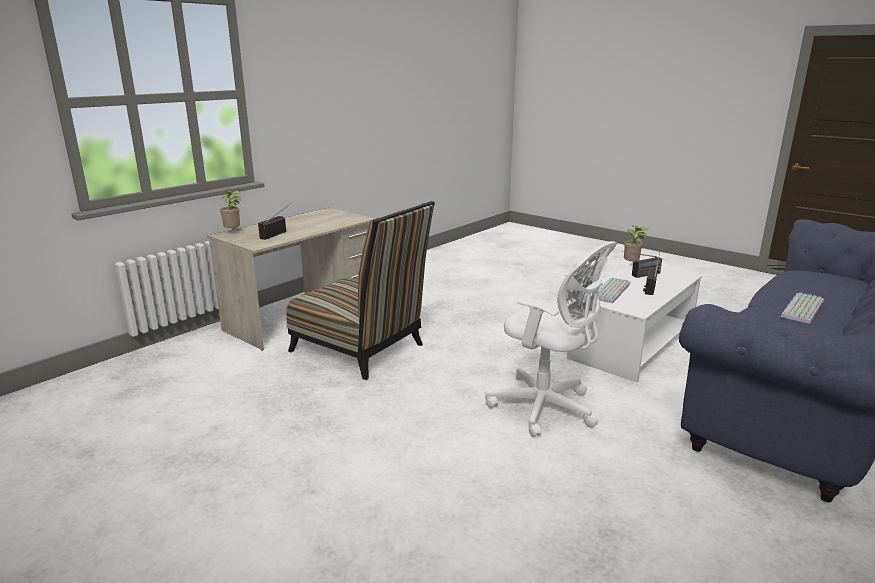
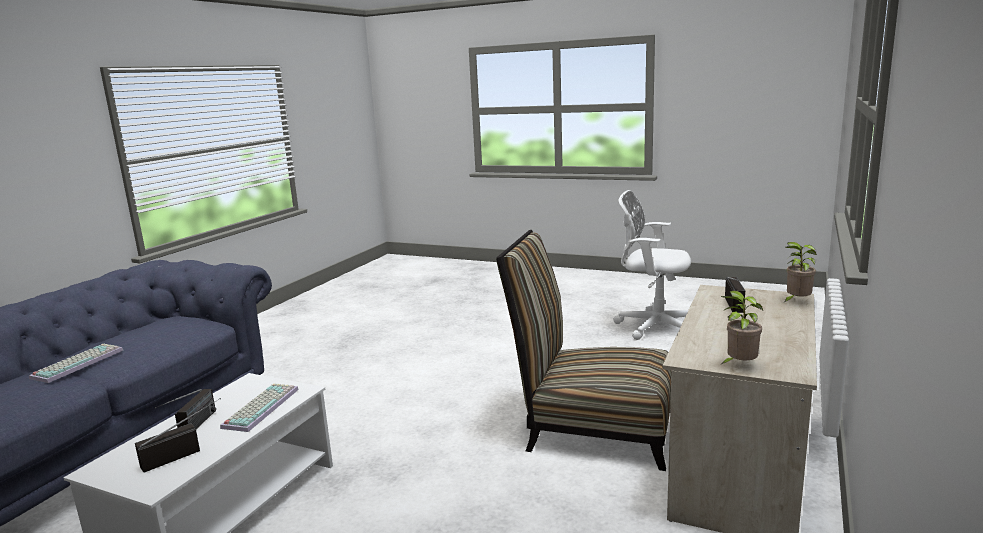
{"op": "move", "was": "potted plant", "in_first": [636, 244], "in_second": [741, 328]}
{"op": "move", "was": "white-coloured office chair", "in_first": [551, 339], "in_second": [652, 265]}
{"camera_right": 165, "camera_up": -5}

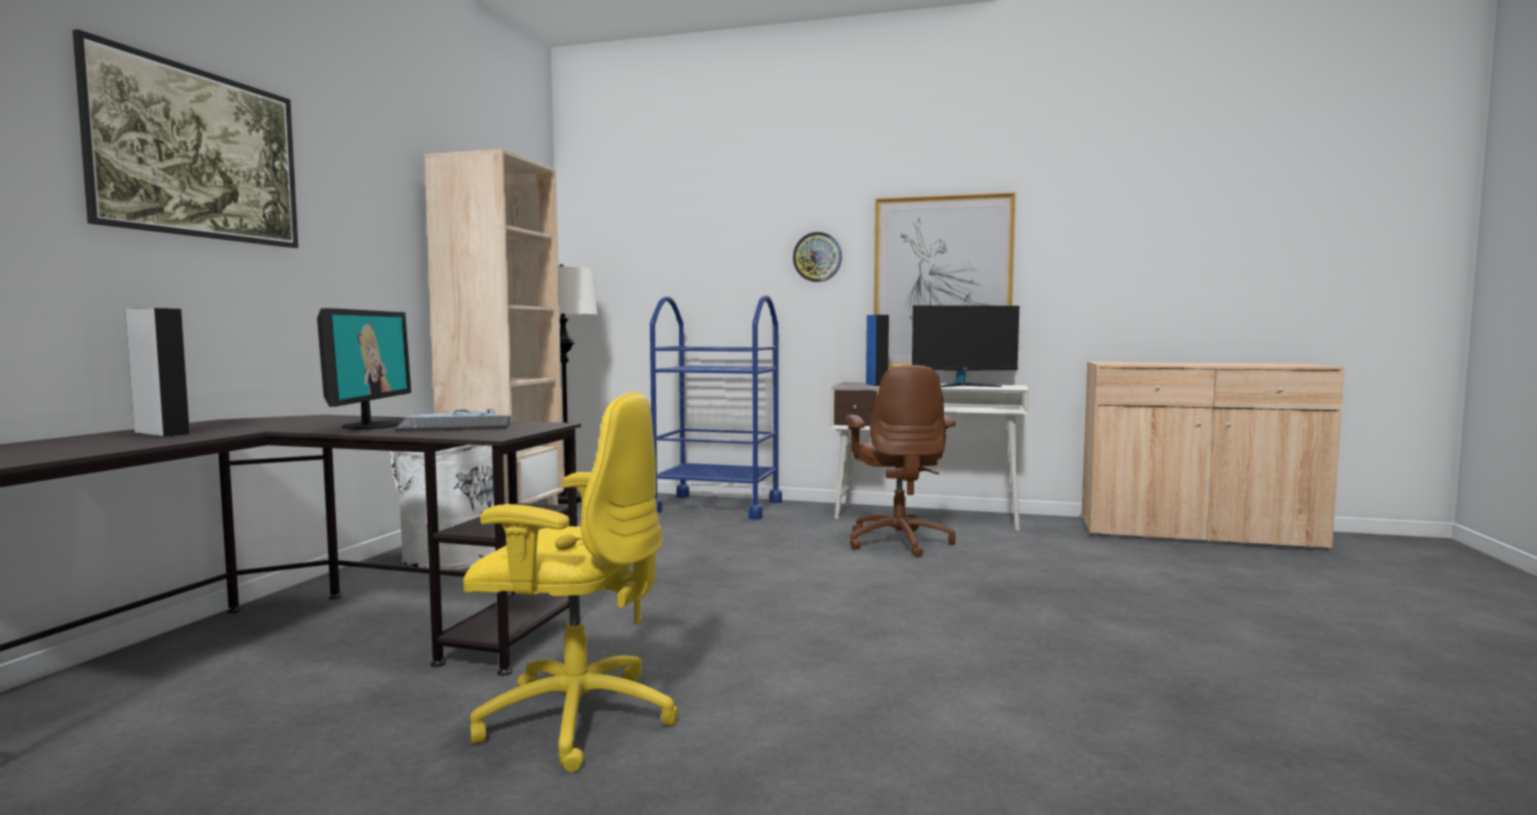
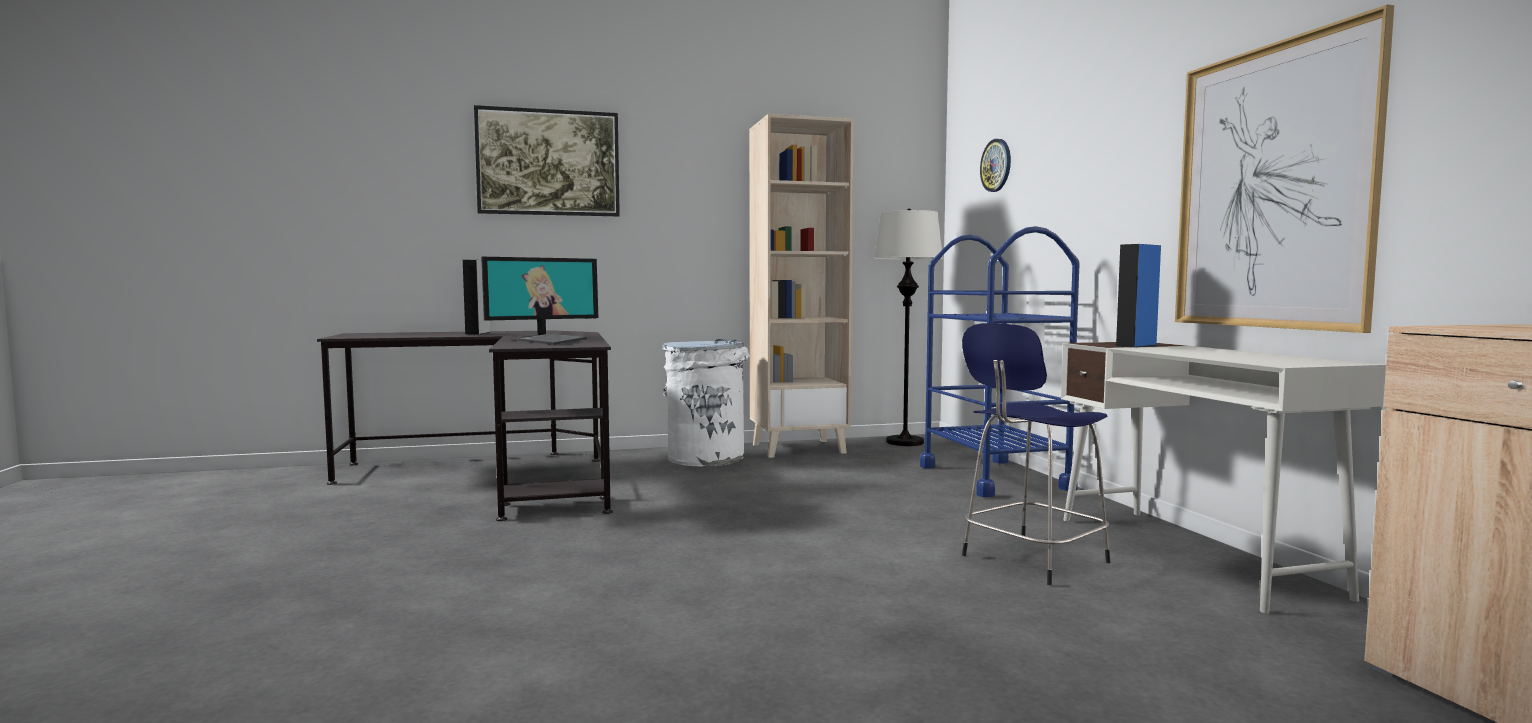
{"op": "move", "was": "hanging clock", "in_first": [817, 257], "in_second": [995, 165]}
{"op": "delete", "was": "monitor", "in_first": [965, 346]}
{"op": "replace", "was": "brownish office chair", "now": "blue-coloured stool seat", "in_first": [900, 461], "in_second": [1036, 454]}
{"op": "delete", "was": "yellow-coloured office chair", "in_first": [571, 582]}
{"camera_right": 60, "camera_up": 0}

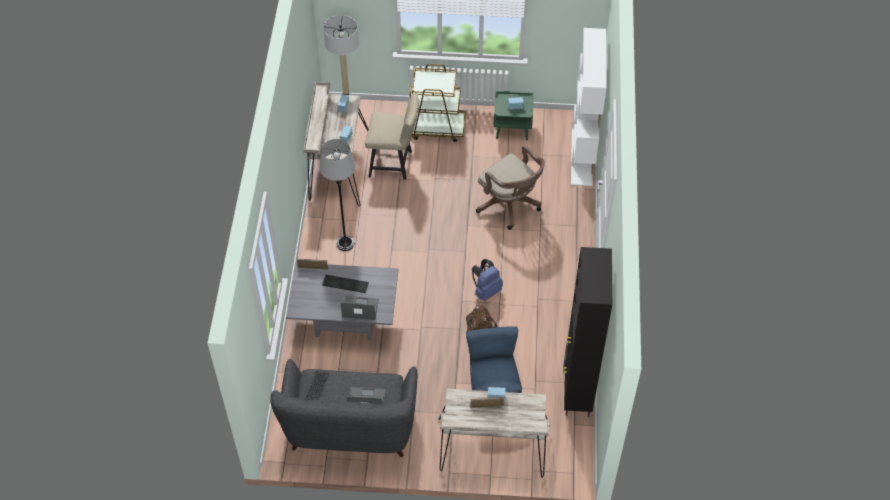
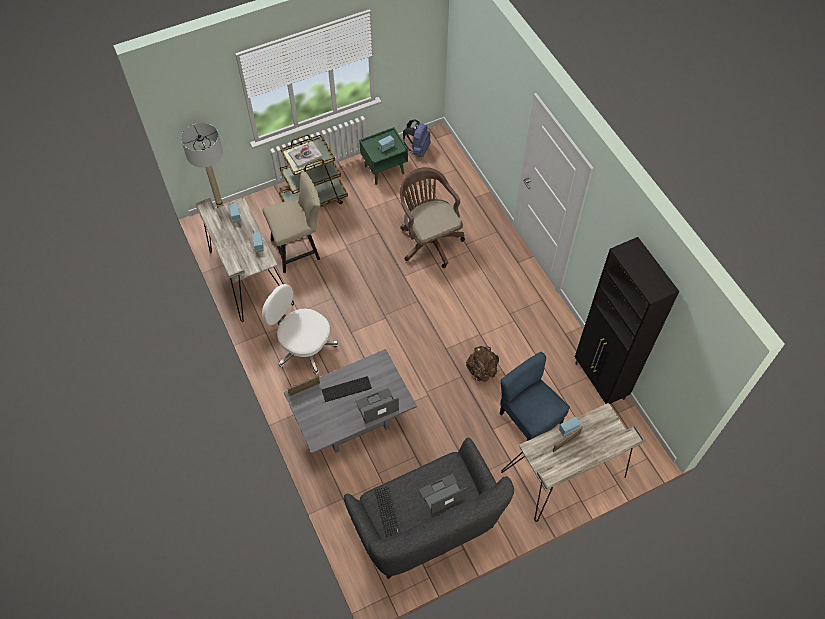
{"op": "delete", "was": "white-coloured shelving unit", "in_first": [589, 107]}
{"op": "replace", "was": "gray standing lamp", "now": "white-coloured office chair", "in_first": [337, 195], "in_second": [300, 329]}
{"op": "rotate", "was": "brownish office chair", "in_first": [510, 187], "in_second": [432, 217], "clockwise": -135}
{"op": "move", "was": "blue-coloured knapsack", "in_first": [487, 280], "in_second": [417, 138]}
{"op": "insert", "now": "volume", "in_second": [305, 155]}
{"camera_right": -30, "camera_up": 5}

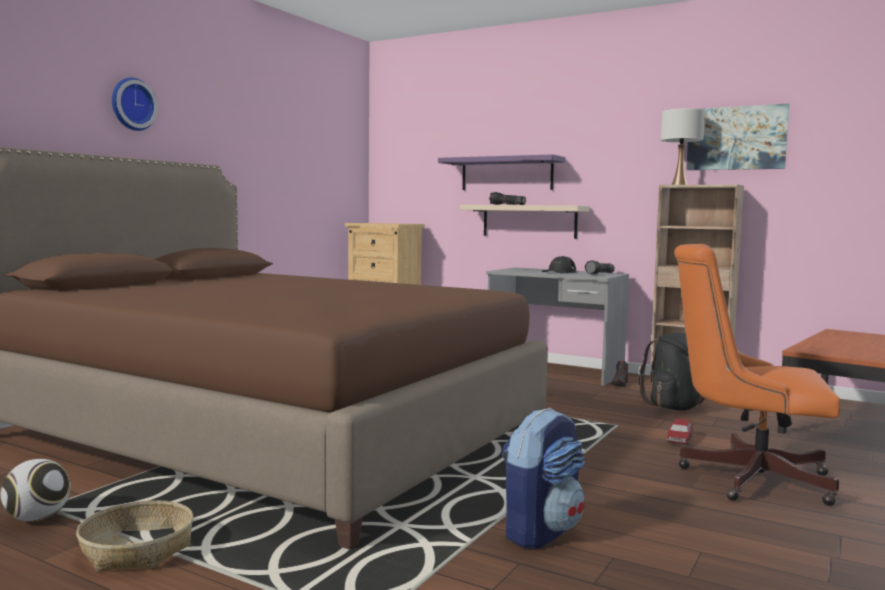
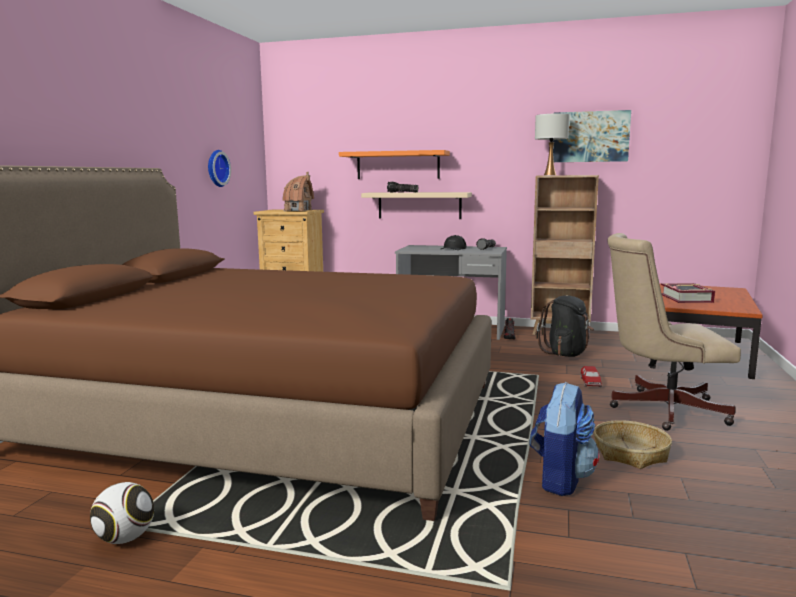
{"op": "move", "was": "hanging clock", "in_first": [135, 104], "in_second": [219, 168]}
{"op": "recolor", "was": "purplish shelf", "now": "orangey shelf", "in_first": [501, 172], "in_second": [394, 164]}
{"op": "recolor", "was": "orangey office chair", "now": "beige office chair", "in_first": [757, 375], "in_second": [674, 332]}
{"op": "move", "was": "storage basket", "in_first": [135, 536], "in_second": [633, 444]}
{"op": "insert", "now": "miniature house", "in_second": [298, 191]}
{"op": "insert", "now": "volume", "in_second": [688, 293]}
{"camera_right": -15, "camera_up": 5}

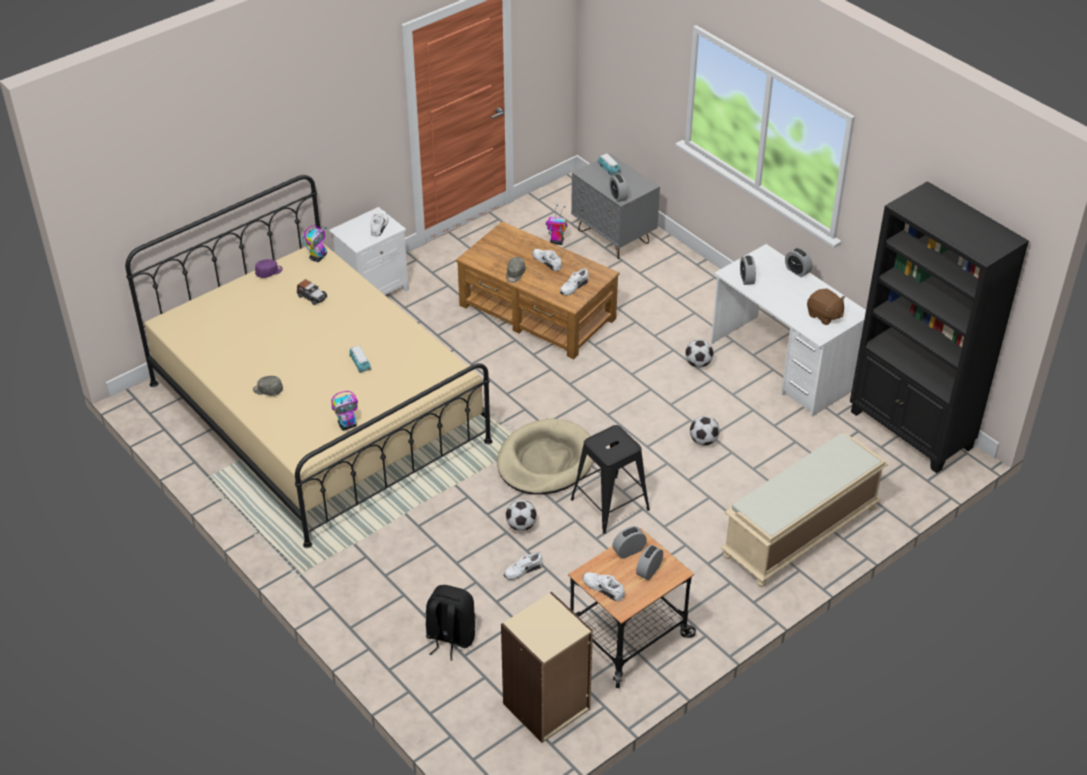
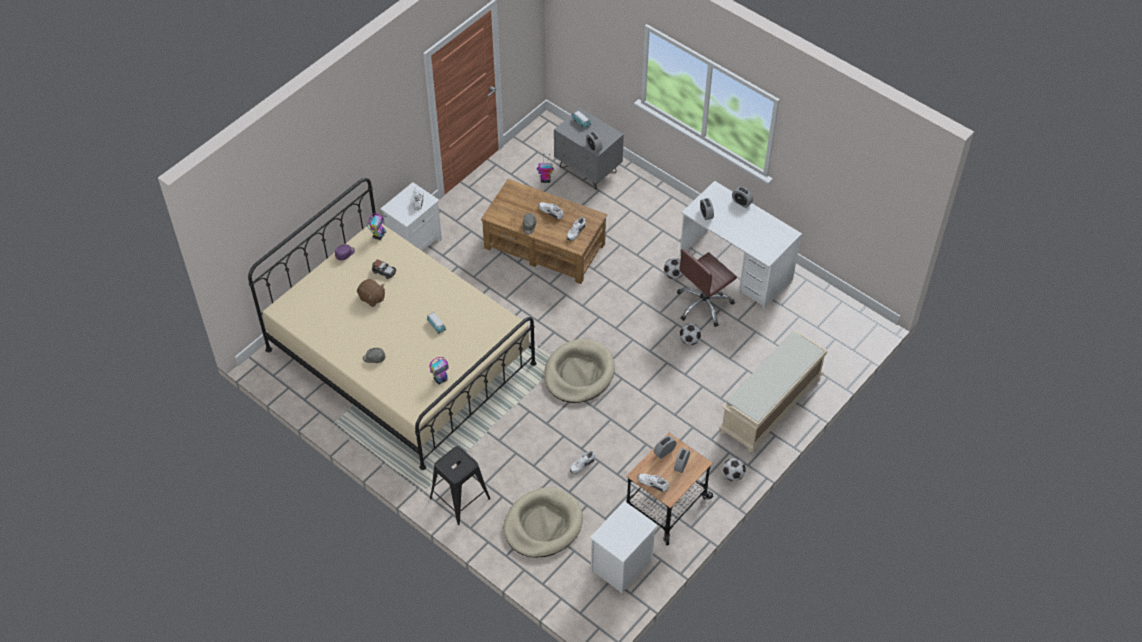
{"op": "delete", "was": "blackish shelving unit", "in_first": [939, 327]}
{"op": "move", "was": "brownish plush toy", "in_first": [826, 306], "in_second": [371, 293]}
{"op": "move", "was": "blackish stool seat", "in_first": [610, 479], "in_second": [460, 485]}
{"op": "move", "was": "football ball", "in_first": [521, 515], "in_second": [734, 469]}
{"op": "replace", "was": "blackish knapsack", "now": "beige dog cushion", "in_first": [450, 622], "in_second": [543, 522]}
{"op": "replace", "was": "beige shelving unit", "now": "white-coloured night table", "in_first": [547, 667], "in_second": [624, 547]}
{"op": "insert", "now": "brownish office chair", "in_second": [707, 288]}
{"camera_right": -10, "camera_up": 10}

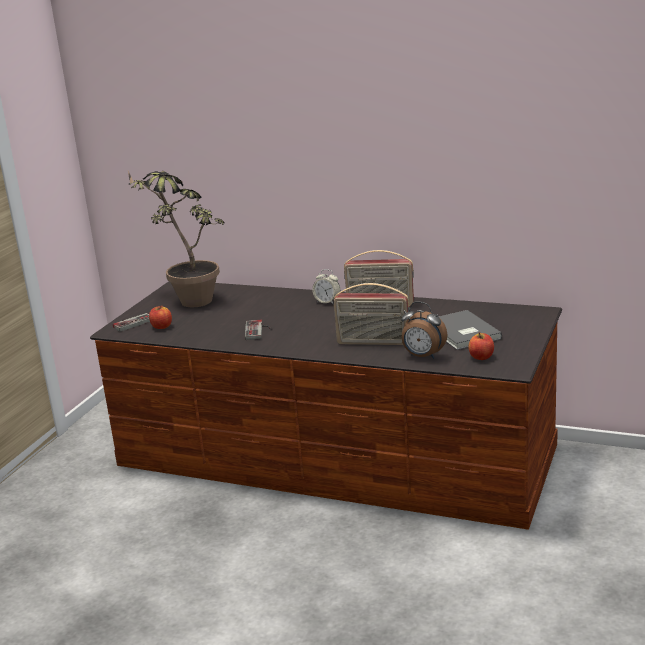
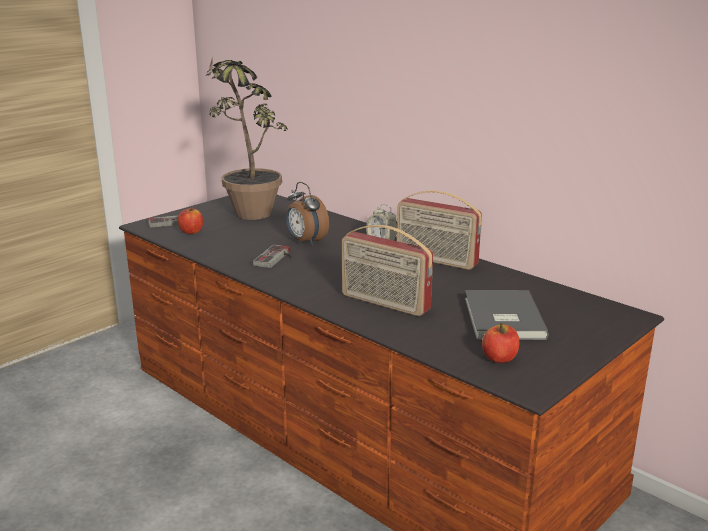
{"op": "move", "was": "bedside clock", "in_first": [424, 330], "in_second": [307, 213]}
{"camera_right": 20, "camera_up": 0}

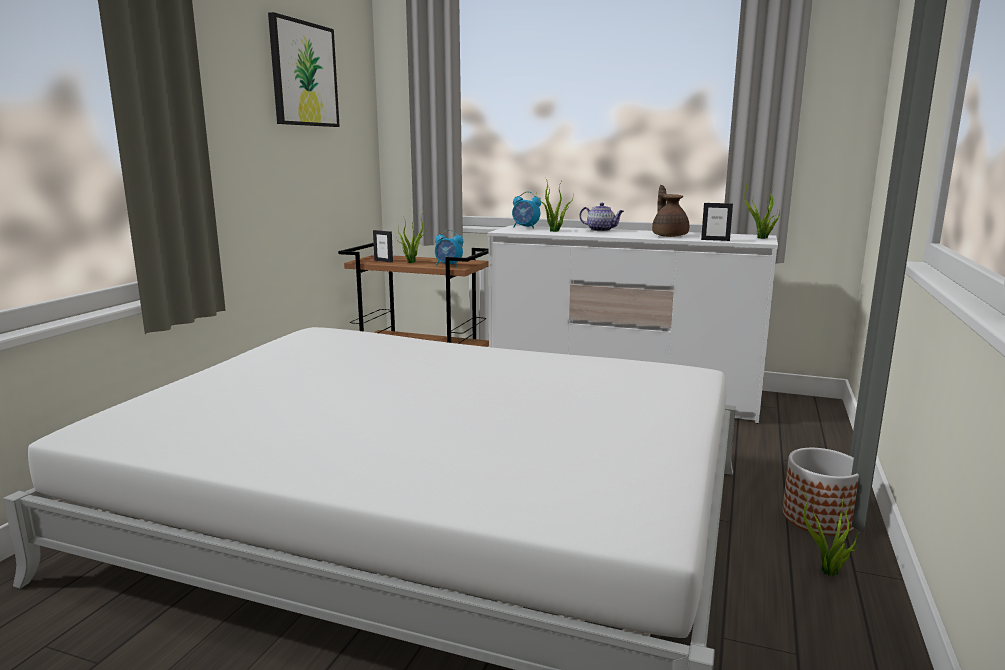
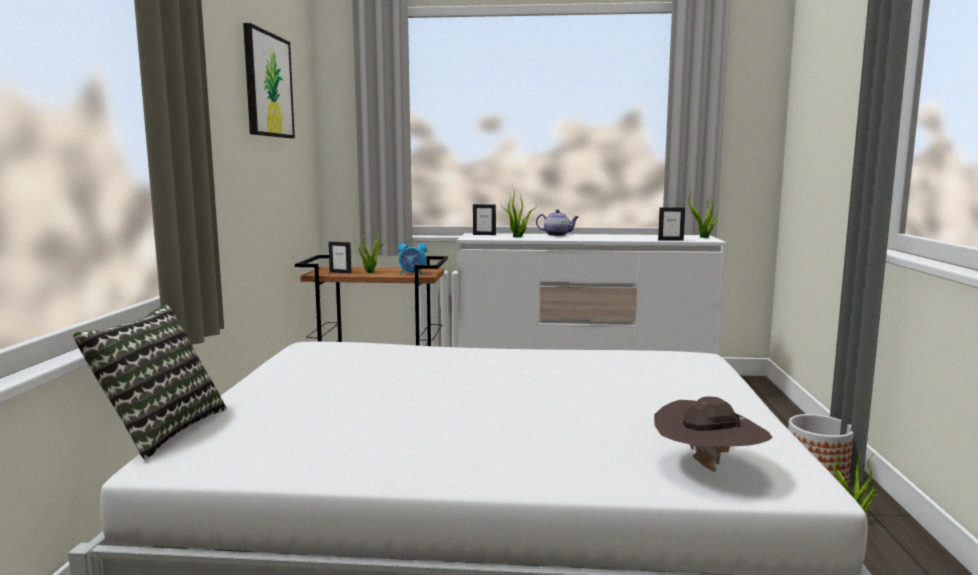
{"op": "delete", "was": "brownish teapot", "in_first": [670, 211]}
{"op": "replace", "was": "bedside clock", "now": "standing frame", "in_first": [526, 210], "in_second": [484, 219]}
{"op": "insert", "now": "throw pillow", "in_second": [150, 382]}
{"op": "insert", "now": "brownish clothing hat", "in_second": [713, 434]}
{"camera_right": -15, "camera_up": -5}

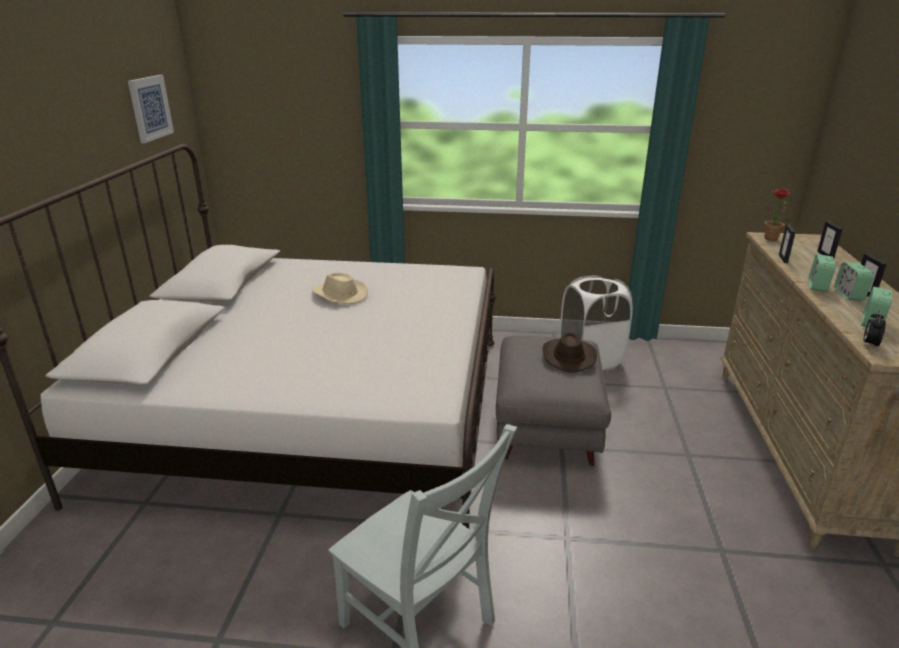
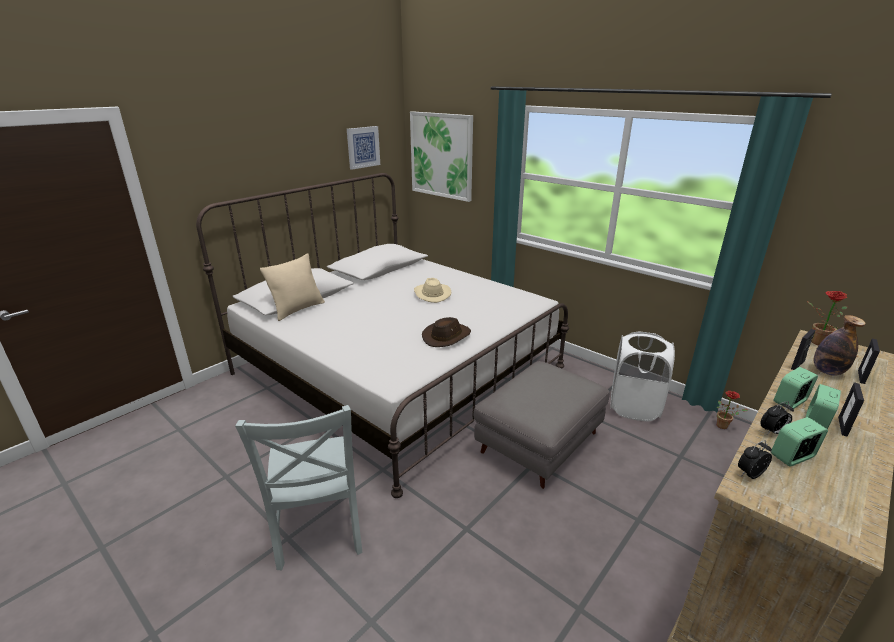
{"op": "move", "was": "brownish clothing hat", "in_first": [569, 352], "in_second": [446, 332]}
{"op": "insert", "now": "picture", "in_second": [441, 156]}
{"op": "insert", "now": "beige throw pillow", "in_second": [292, 287]}
{"op": "insert", "now": "bottle", "in_second": [840, 345]}
{"op": "insert", "now": "potted plant", "in_second": [732, 410]}
{"op": "insert", "now": "bedside clock", "in_second": [777, 418]}
{"camera_right": 35, "camera_up": 0}

